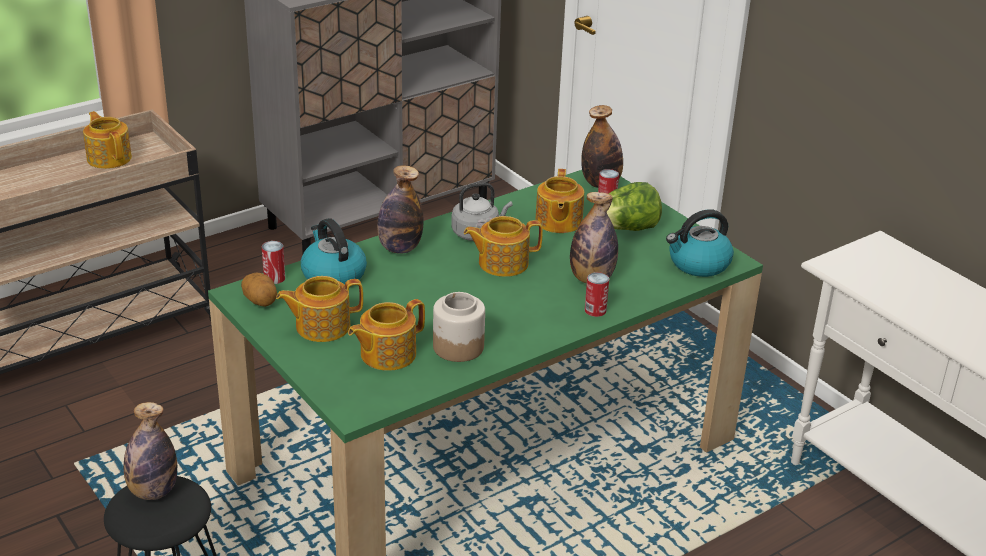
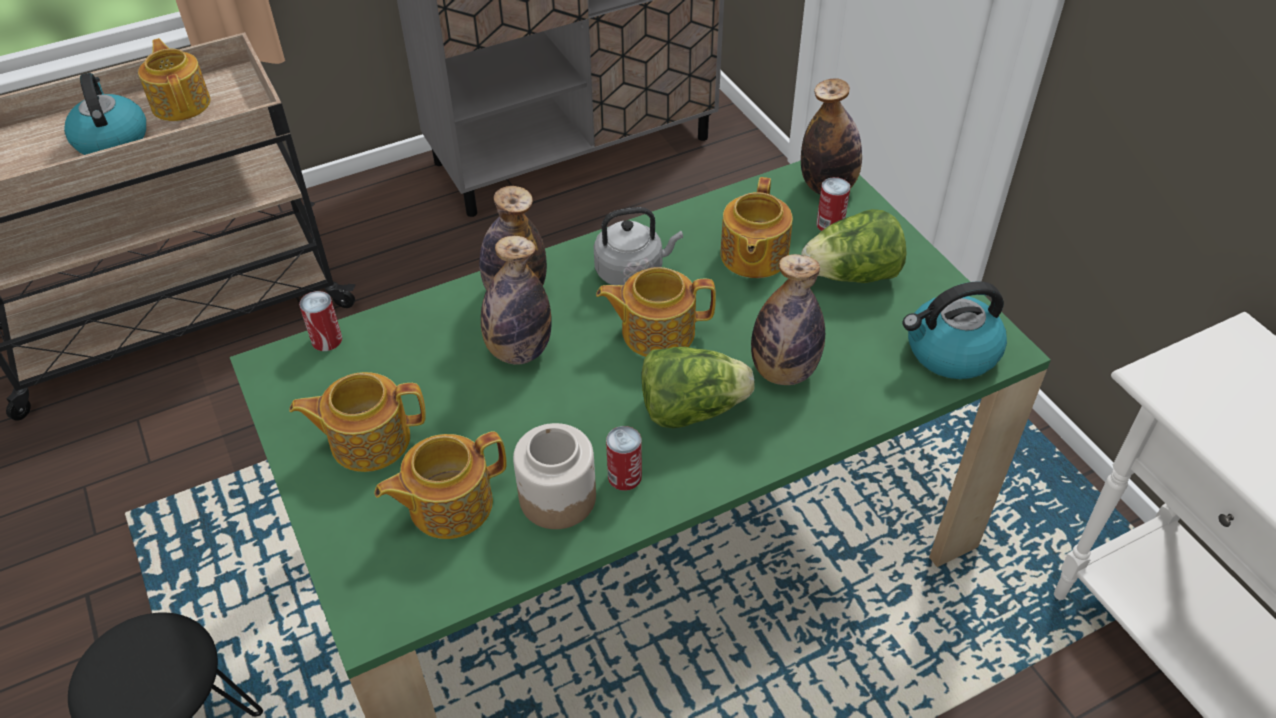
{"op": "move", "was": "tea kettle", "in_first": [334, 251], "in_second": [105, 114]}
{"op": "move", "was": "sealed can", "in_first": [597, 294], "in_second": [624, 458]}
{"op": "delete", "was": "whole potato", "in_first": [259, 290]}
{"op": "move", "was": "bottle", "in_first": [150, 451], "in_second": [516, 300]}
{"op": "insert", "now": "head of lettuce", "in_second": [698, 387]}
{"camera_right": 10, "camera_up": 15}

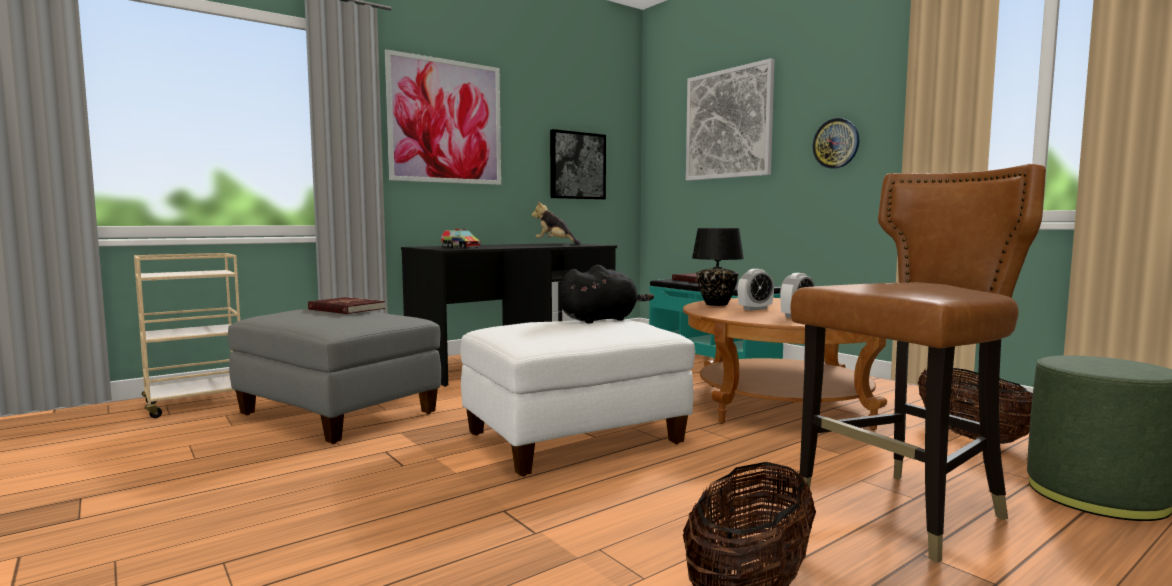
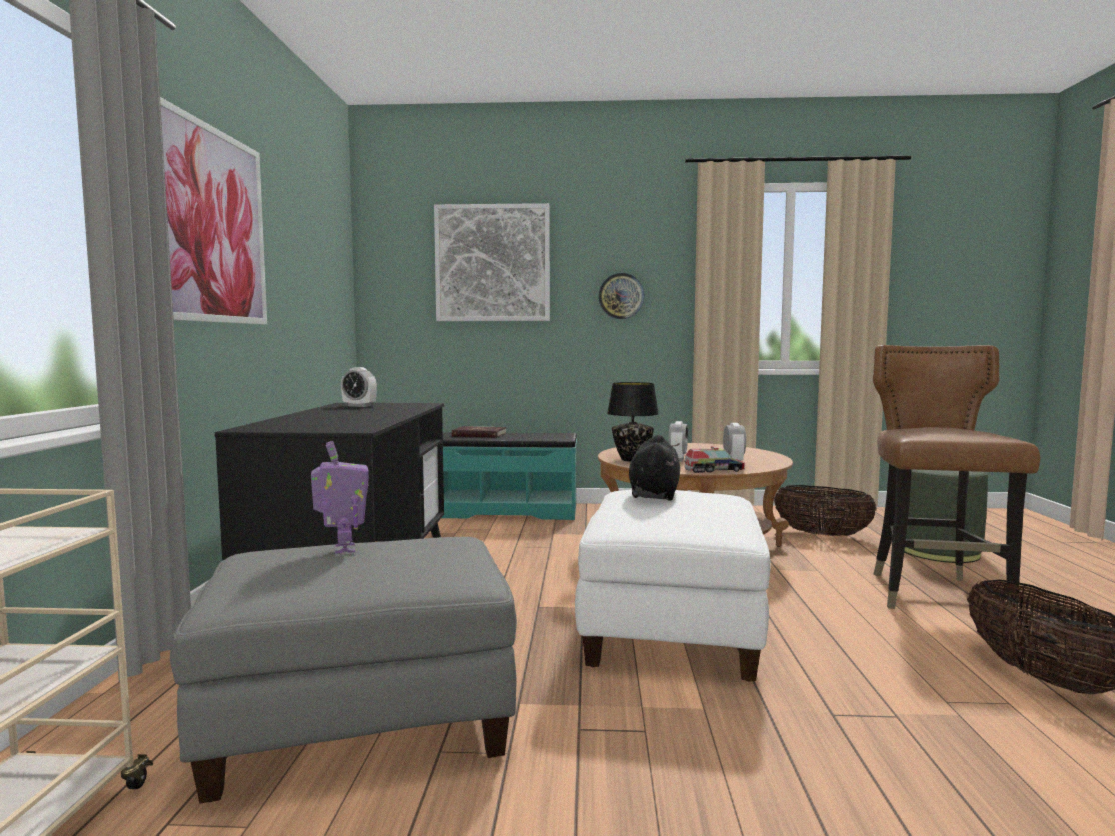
{"op": "delete", "was": "picture", "in_first": [578, 164]}
{"op": "replace", "was": "plush toy", "now": "bedside clock", "in_first": [556, 223], "in_second": [359, 387]}
{"op": "move", "was": "toy lorry", "in_first": [461, 238], "in_second": [714, 459]}
{"op": "replace", "was": "reddish volume", "now": "robot figure", "in_first": [346, 305], "in_second": [340, 497]}
{"camera_right": -50, "camera_up": 0}

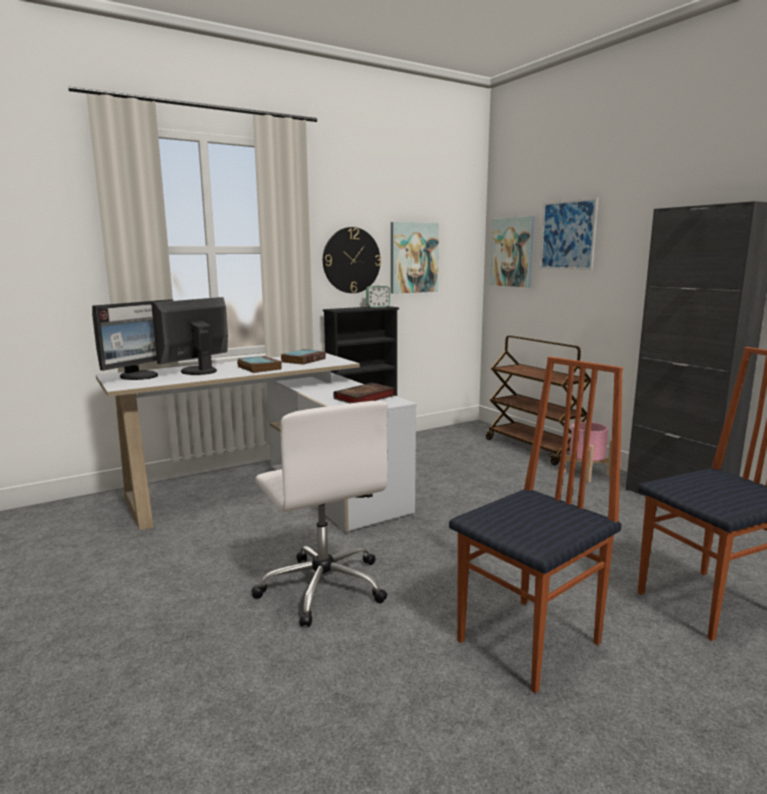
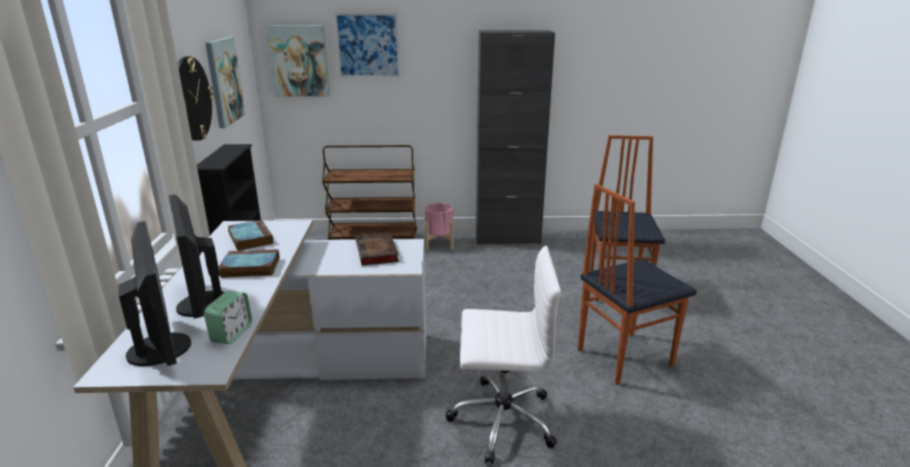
{"op": "move", "was": "bedside clock", "in_first": [378, 297], "in_second": [228, 317]}
{"op": "rotate", "was": "plain chair", "in_first": [536, 524], "in_second": [637, 284], "clockwise": -105}
{"camera_right": -60, "camera_up": 10}

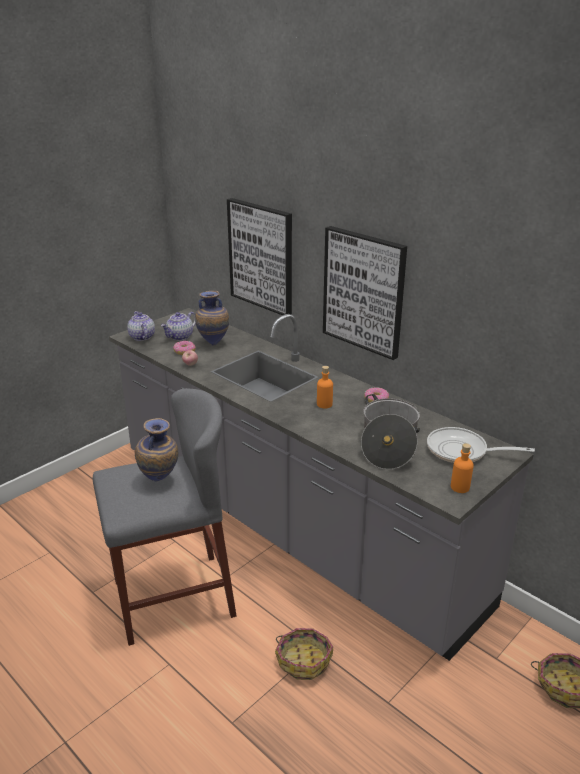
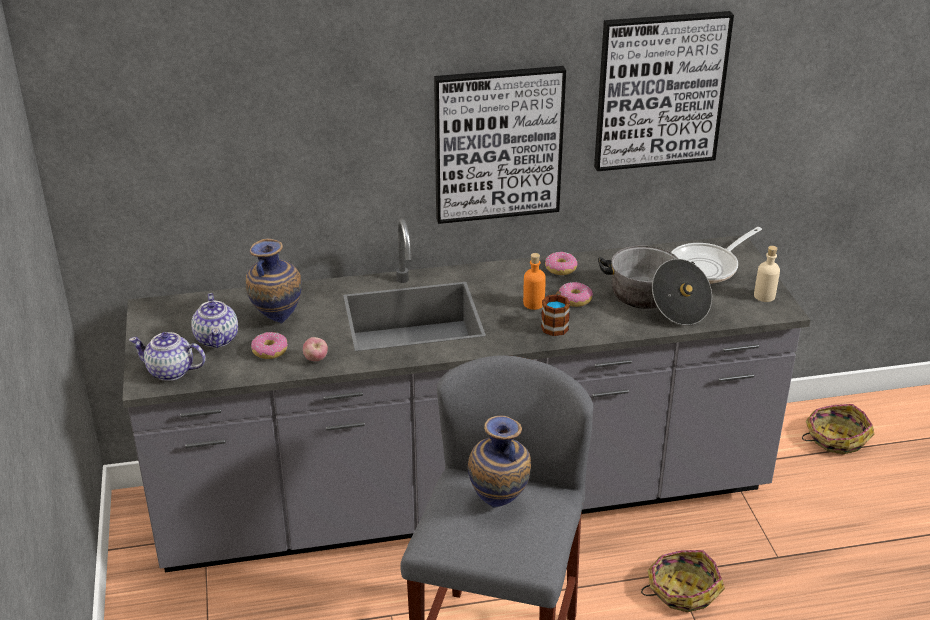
{"op": "move", "was": "picture", "in_first": [259, 256], "in_second": [664, 91]}
{"op": "recolor", "was": "orangey bottle", "now": "beige bottle", "in_first": [462, 468], "in_second": [767, 274]}
{"op": "insert", "now": "donut", "in_second": [576, 294]}
{"op": "insert", "now": "mug", "in_second": [555, 313]}
{"camera_right": -55, "camera_up": 5}

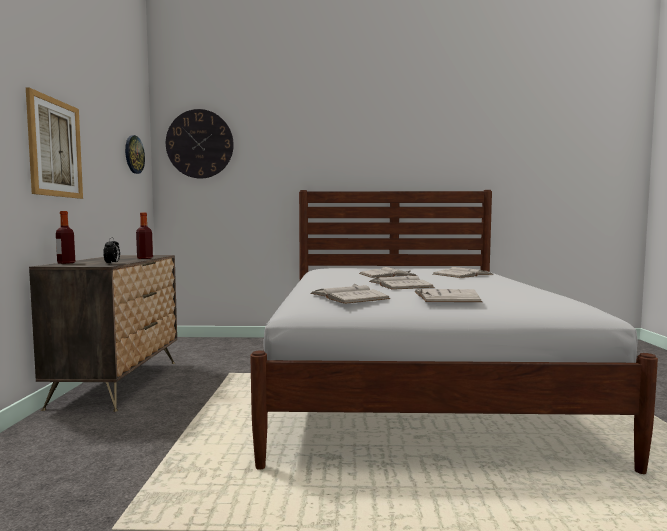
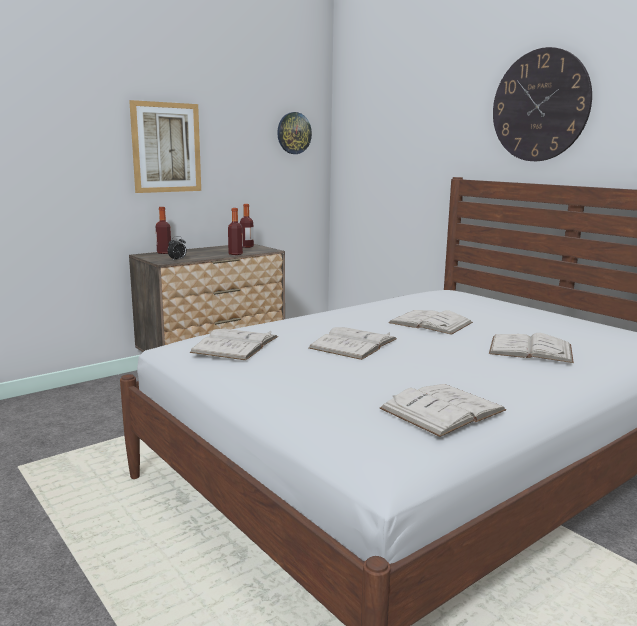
{"op": "move", "was": "hanging clock", "in_first": [200, 144], "in_second": [542, 104]}
{"op": "move", "was": "white-coloured volume", "in_first": [448, 295], "in_second": [442, 410]}
{"op": "insert", "now": "bottle", "in_second": [247, 226]}
{"camera_right": 50, "camera_up": 10}

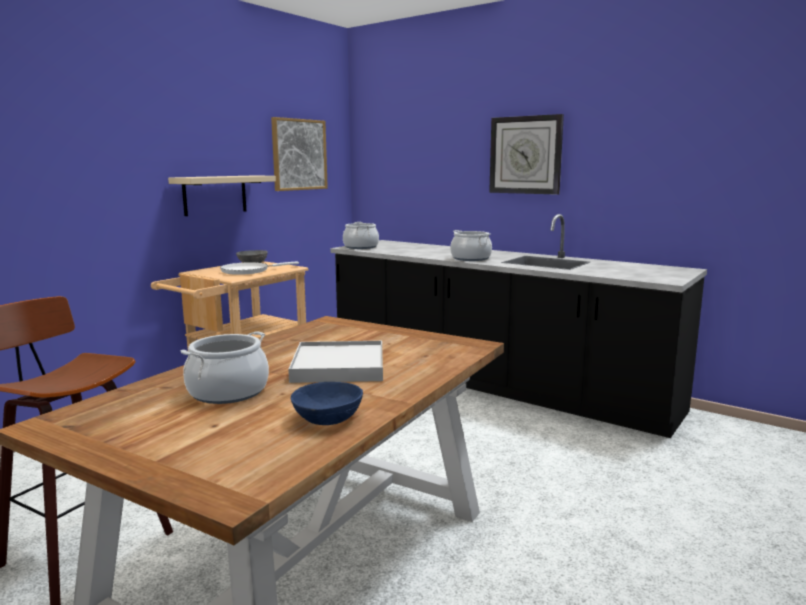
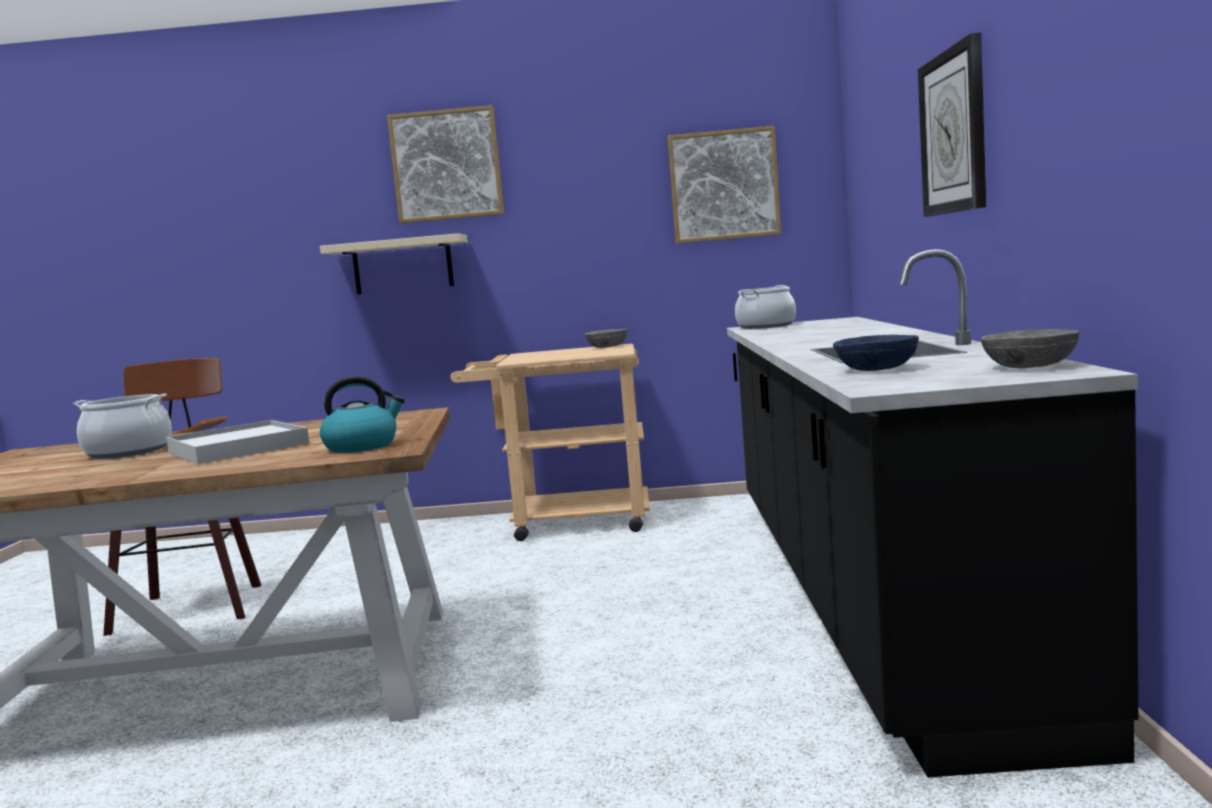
{"op": "move", "was": "beige shelf", "in_first": [222, 195], "in_second": [394, 263]}
{"op": "delete", "was": "stockpot", "in_first": [471, 245]}
{"op": "delete", "was": "white-coloured frying pan", "in_first": [259, 268]}
{"op": "move", "was": "blue-coloured deep dish", "in_first": [327, 403], "in_second": [876, 353]}
{"op": "insert", "now": "picture", "in_second": [445, 164]}
{"op": "insert", "now": "gray deep dish", "in_second": [1030, 348]}
{"op": "insert", "now": "tea kettle", "in_second": [362, 414]}
{"camera_right": 55, "camera_up": -5}

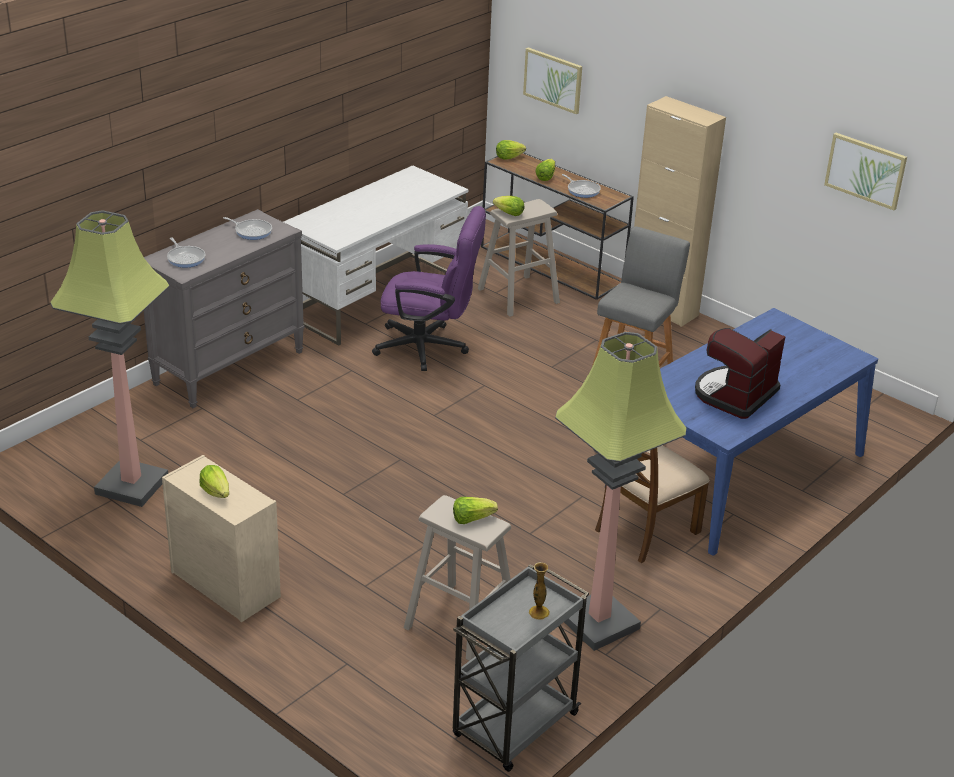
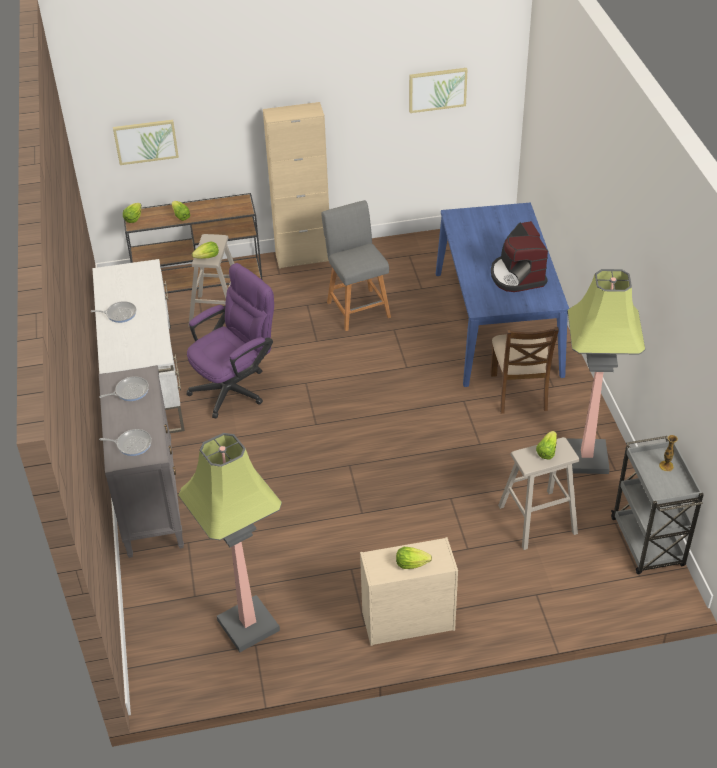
{"op": "move", "was": "frying pan", "in_first": [581, 186], "in_second": [113, 312]}
{"camera_right": -50, "camera_up": 10}

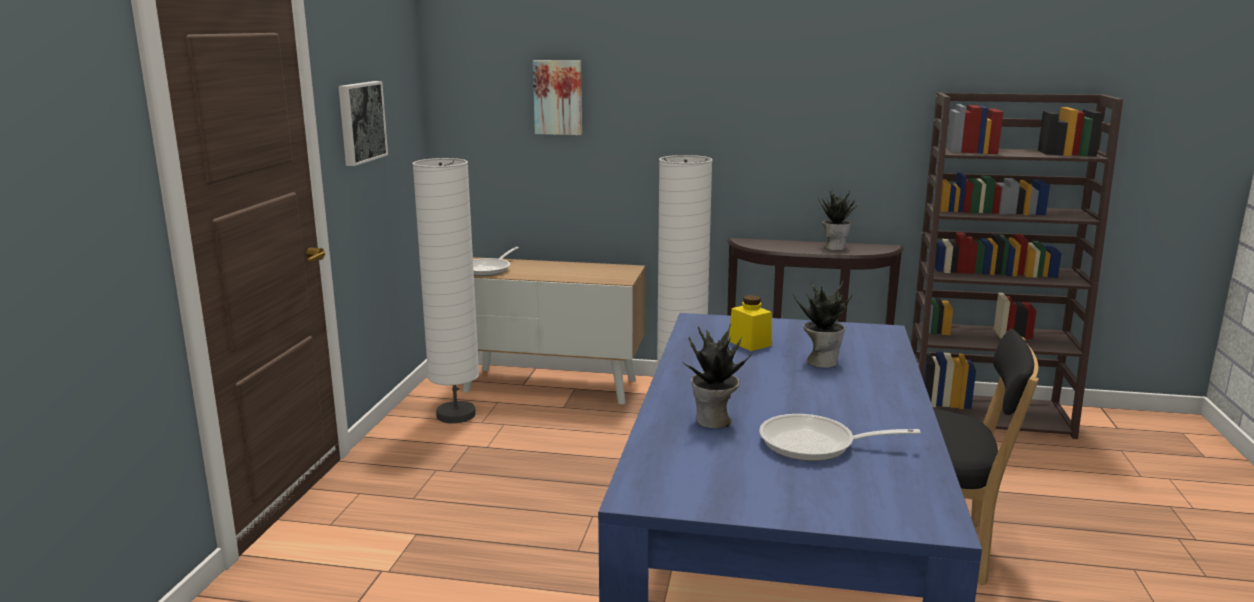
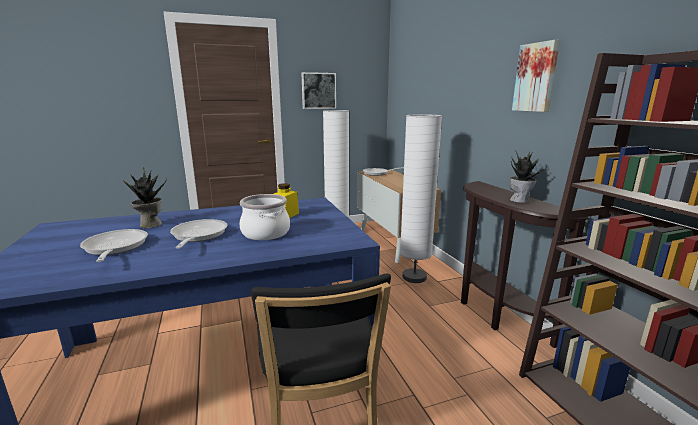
{"op": "move", "was": "picture", "in_first": [557, 97], "in_second": [536, 76]}
{"op": "replace", "was": "potted plant", "now": "stockpot", "in_first": [822, 324], "in_second": [264, 217]}
{"op": "insert", "now": "frying pan", "in_second": [198, 234]}
{"camera_right": 60, "camera_up": 0}

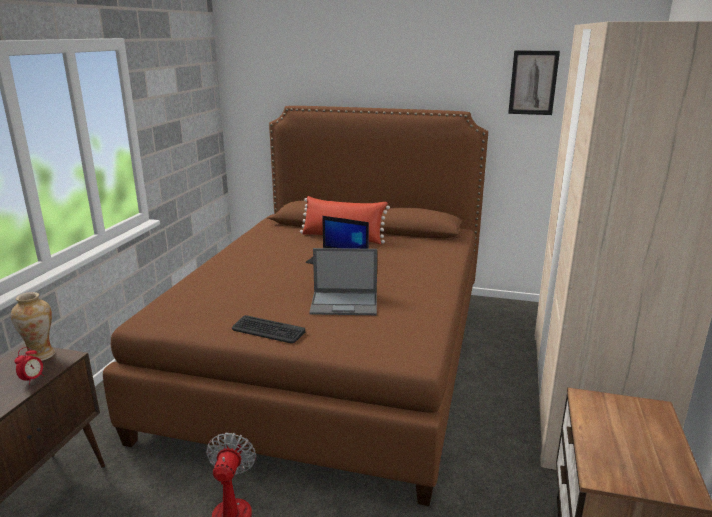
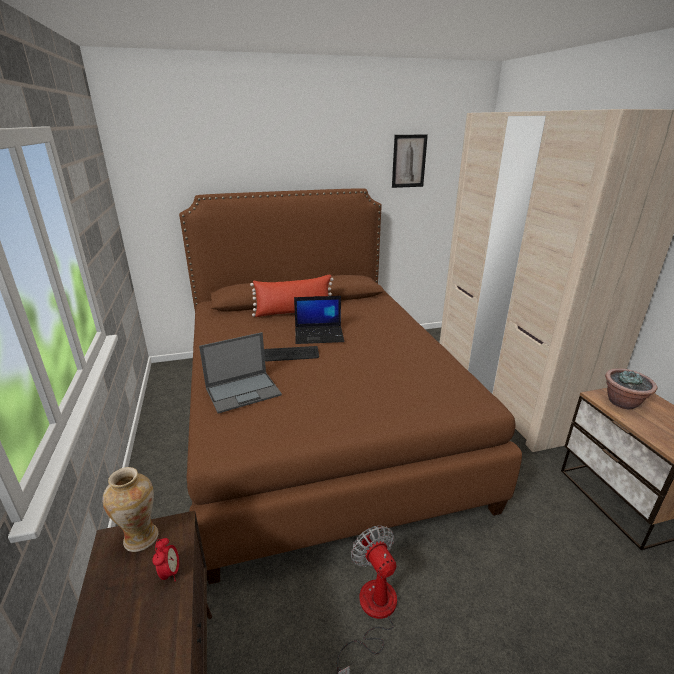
{"op": "move", "was": "laptop", "in_first": [343, 281], "in_second": [240, 372]}
{"op": "move", "was": "keyboard", "in_first": [268, 329], "in_second": [291, 353]}
{"op": "insert", "now": "potted plant", "in_second": [631, 389]}
{"camera_right": -30, "camera_up": 5}

